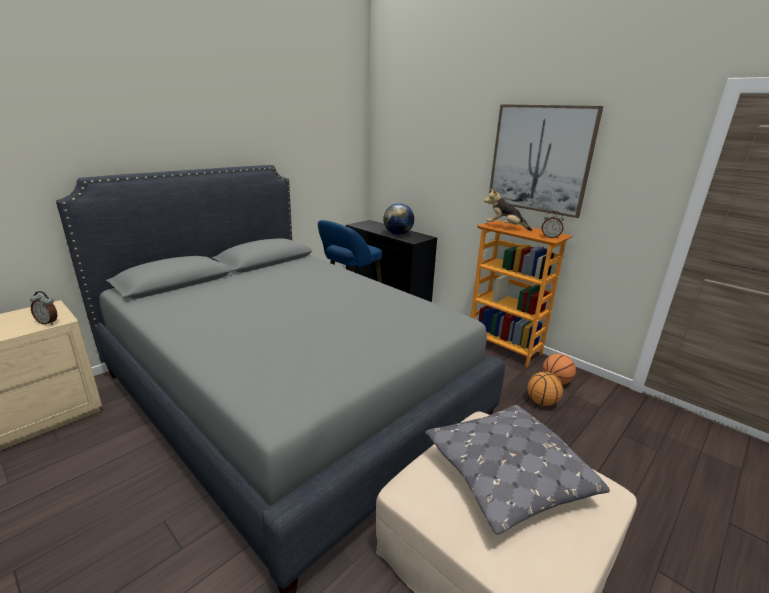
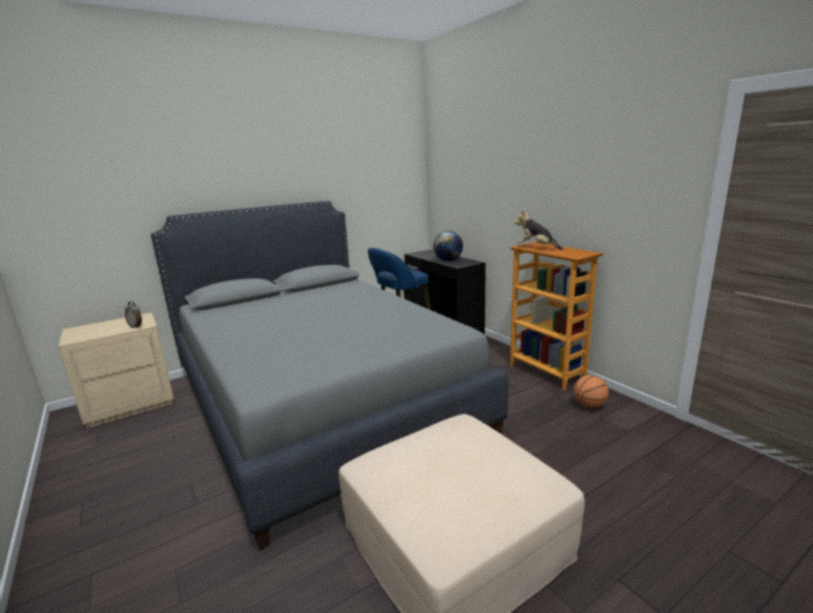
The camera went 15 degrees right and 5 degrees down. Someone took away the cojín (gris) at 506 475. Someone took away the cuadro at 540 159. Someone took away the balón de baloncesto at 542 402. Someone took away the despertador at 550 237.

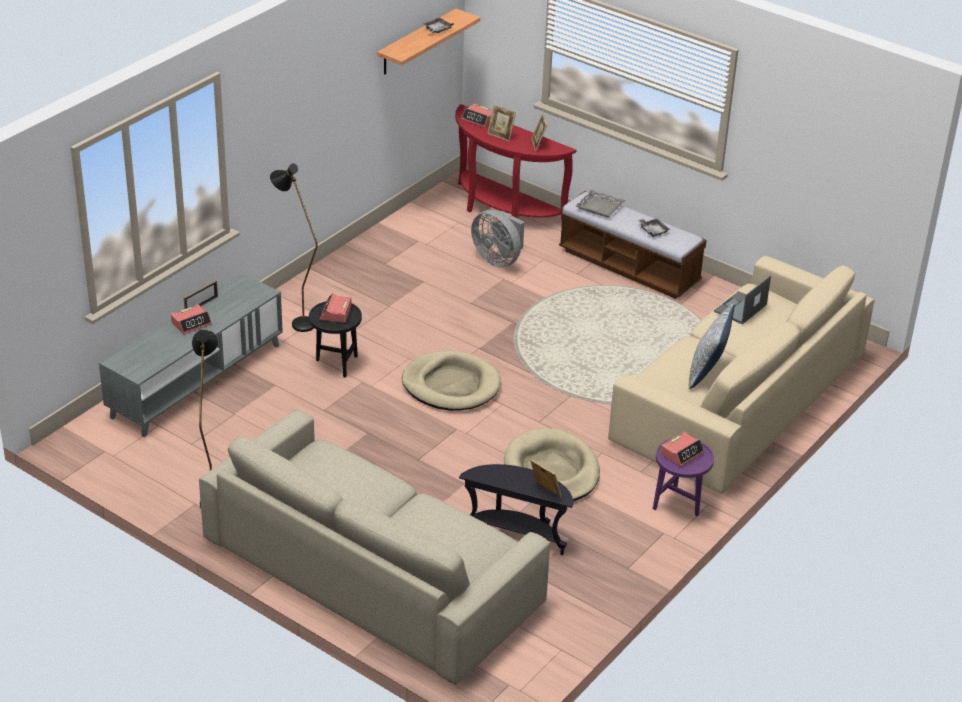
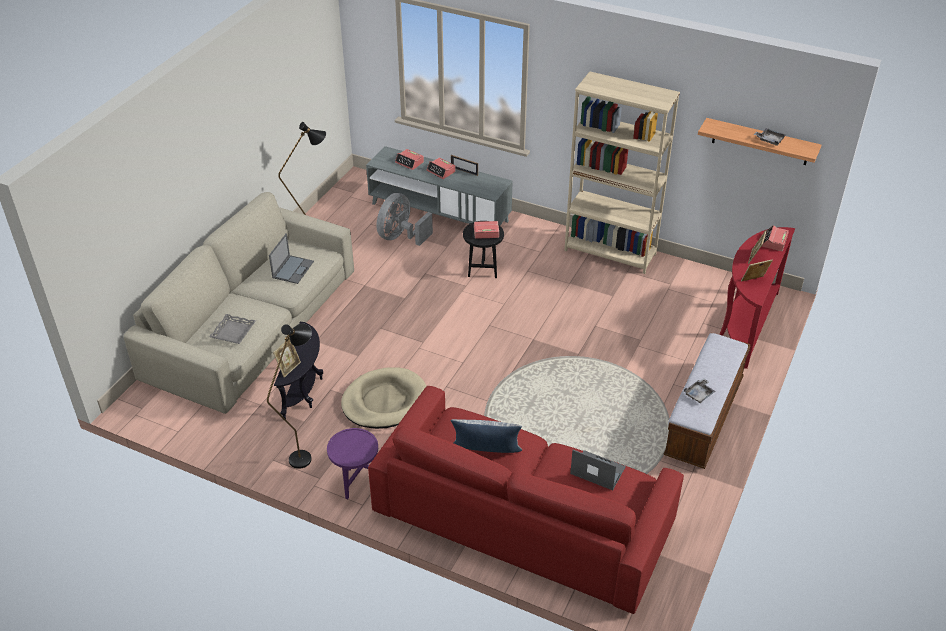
The camera went 80 degrees right and 5 degrees up. Someone took away the cama para perro (beis) at 451 385. Someone put down the portátil at 293 269. Someone put down the estantería (beis) at 610 252. Someone carried the lámpara de pie (negro) from 297 321 to 305 454. Someone carried the ventilador (gris) from 498 259 to 401 237. Someone carried the bandeja (gris) from 599 207 to 233 332. Someone carried the despertador from 682 453 to 409 162. Someone repainted the sofá (beis) at 738 398, which became the sofá (rojo) at 523 515.

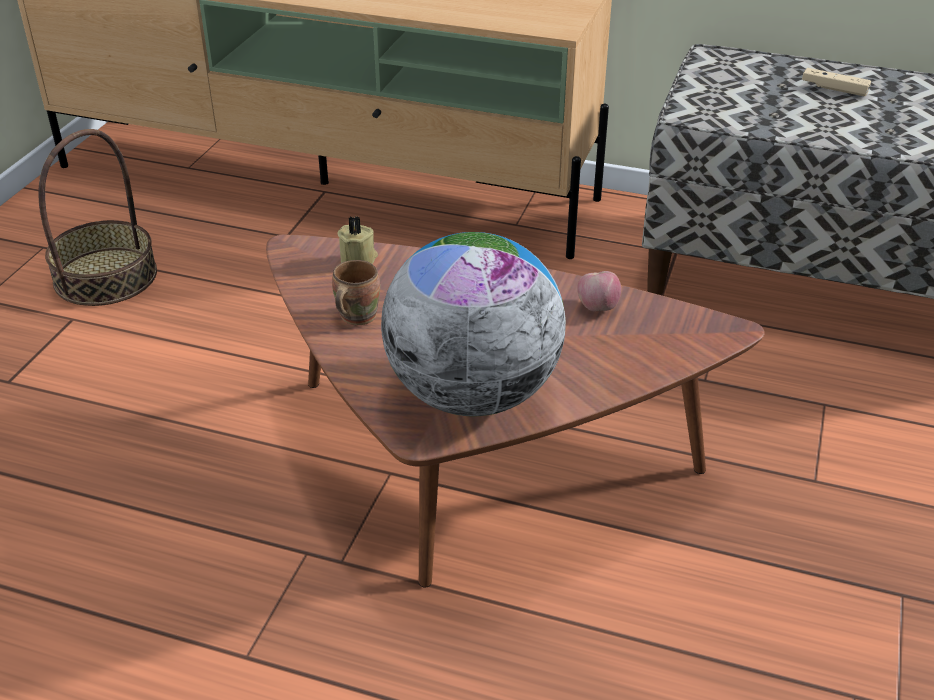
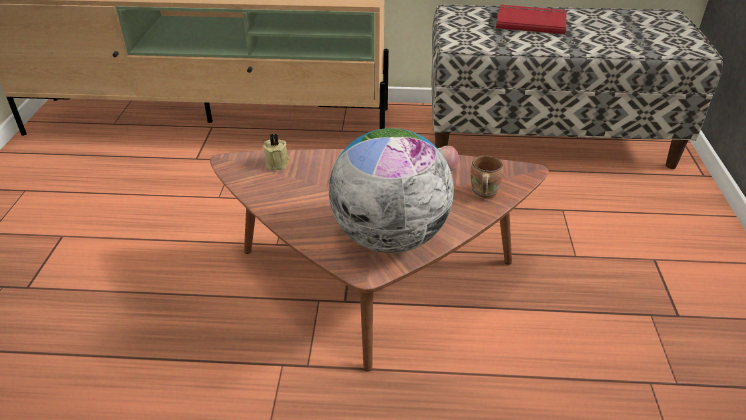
The camera went 15 degrees left and 0 degrees up. Someone took away the cesta at 105 276. Someone carried the taza grande (marrón) from 355 316 to 482 194. Someone swapped the mando de consola (beis) at 834 89 for the libro (rojo) at 530 22.

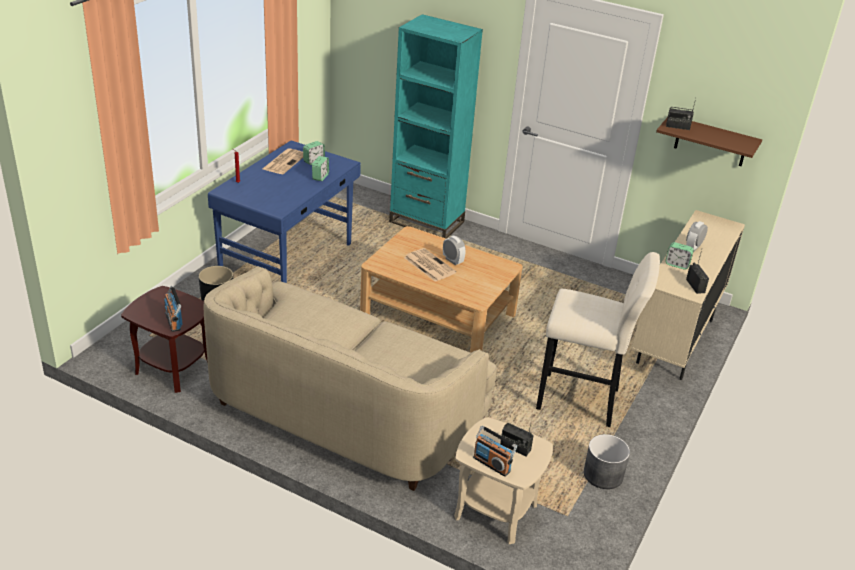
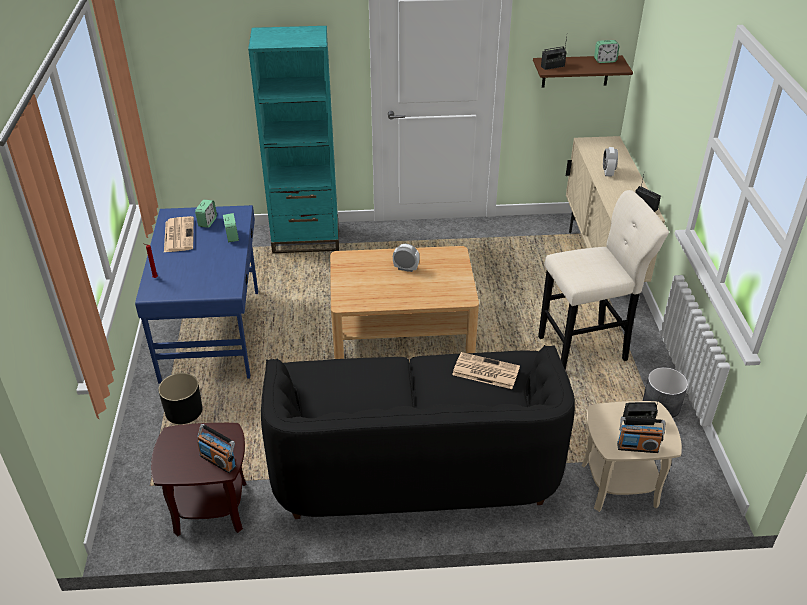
The camera went 30 degrees left and 5 degrees up. Someone carried the periódico from 429 265 to 484 371. Someone carried the despertador from 677 264 to 605 60. Someone repainted the sofá (beis) at 344 412, which became the sofá (negro) at 414 463.

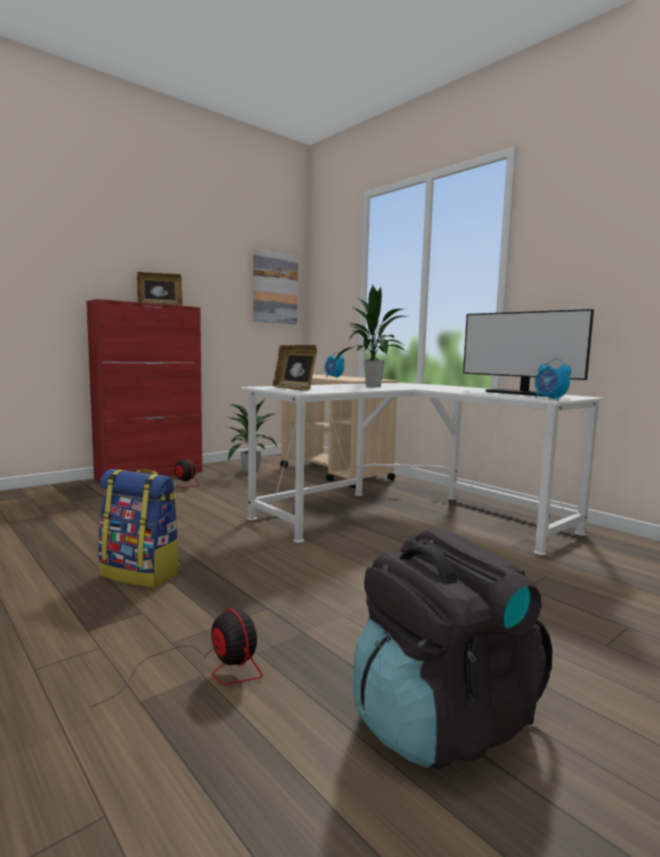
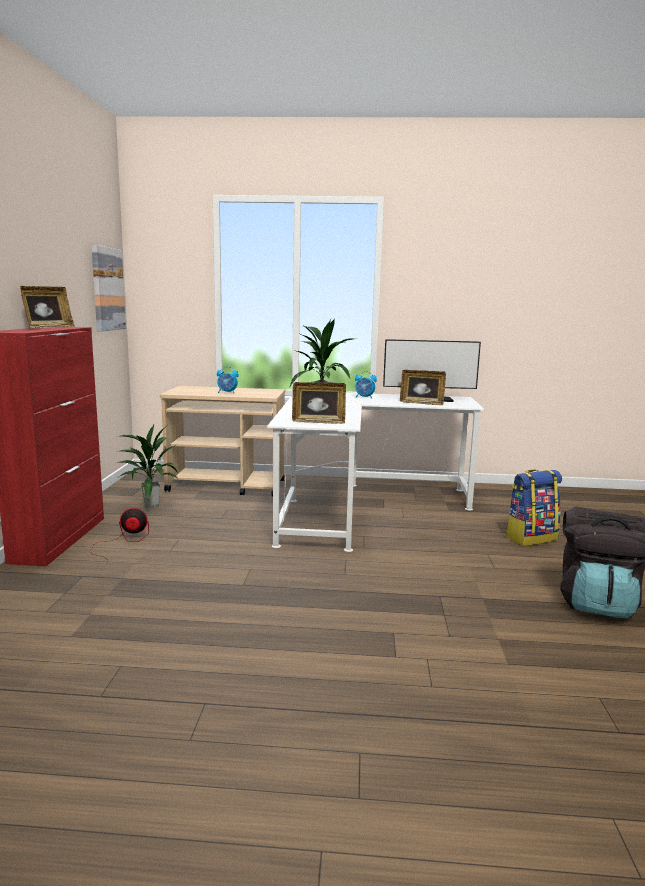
The camera went 45 degrees left and 5 degrees up. Someone took away the ventilador at 206 671. Someone put down the portarretratos at 421 403. Someone carried the mochila from 142 574 to 530 538. Someone carried the despertador from 550 399 to 364 397.

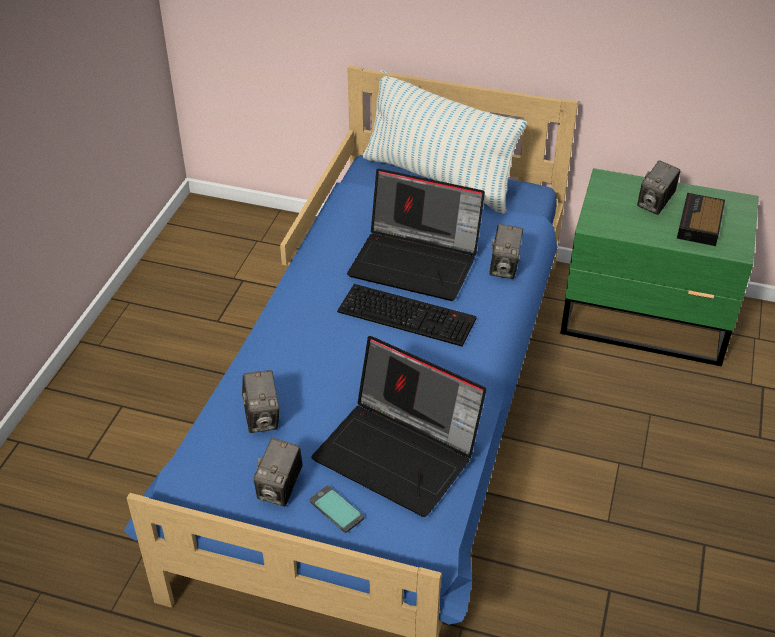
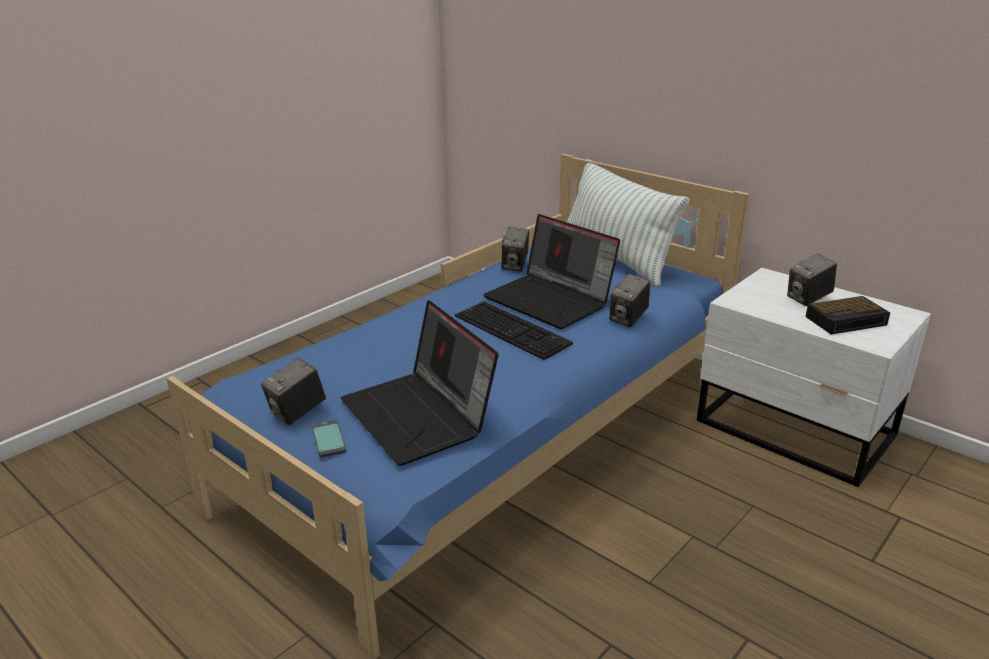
The camera went 25 degrees right and 15 degrees down. Someone carried the cámara from 262 418 to 515 266. Someone repainted the mesita de noche (verde) at 648 319, which became the mesita de noche (blanco) at 796 431. Someone rotated the despertador at 699 225 by 150 degrees counterclockwise.

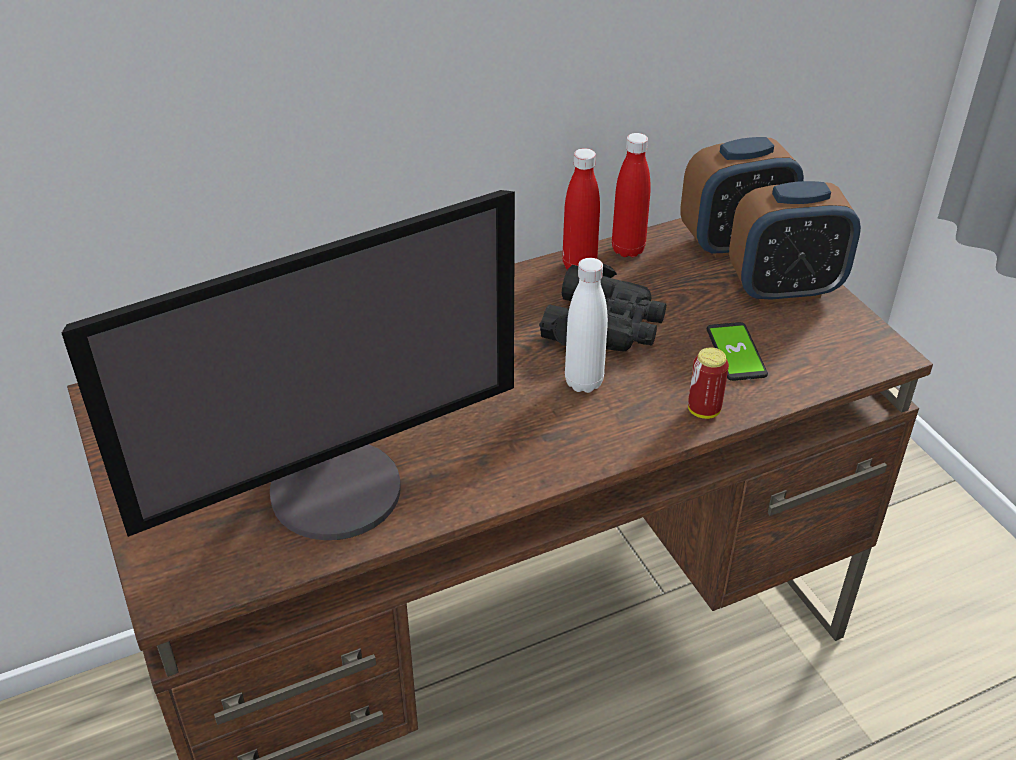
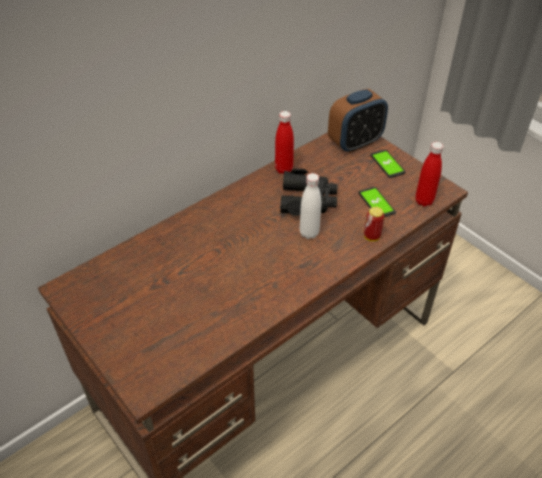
The camera went 15 degrees left and 5 degrees up. Someone took away the monitor at 336 487. Someone carried the botella (rojo) from 628 249 to 424 201. Someone swapped the despertador at 784 288 for the móvil at 387 164.

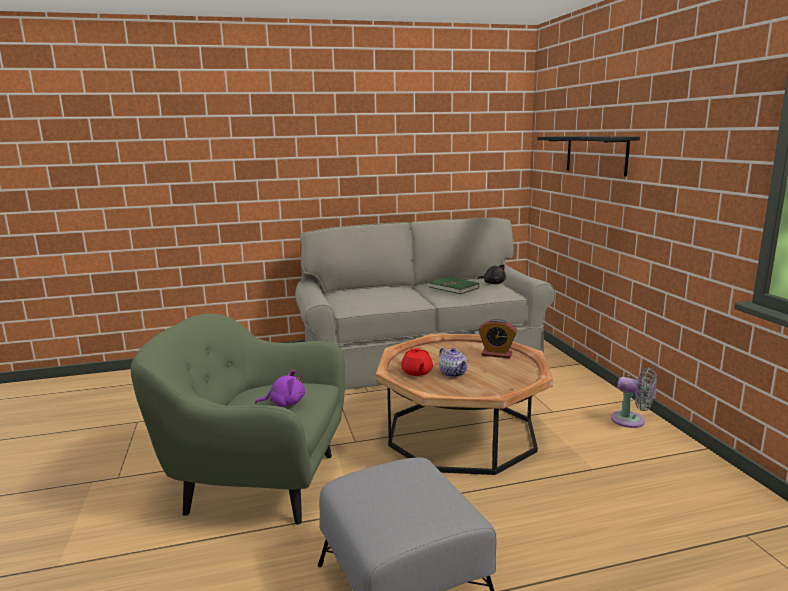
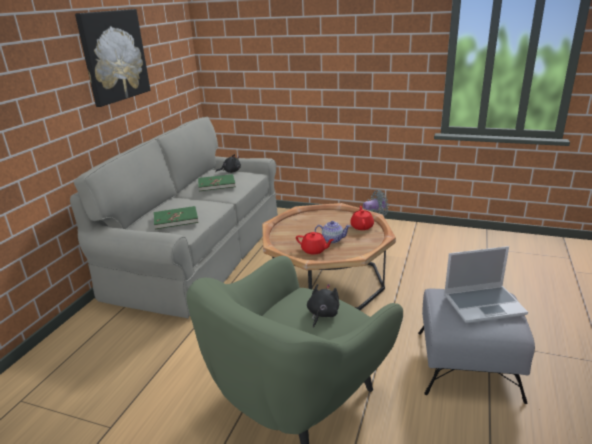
The camera went 55 degrees left and 10 degrees up. Someone took away the despertador at 496 354. Someone took away the estante (negro) at 596 154. Someone put up the cuadro at 114 56. Someone put down the libro (verde) at 176 219. Someone put down the tetera (rojo) at 362 226. Someone put down the portátil at 484 304. Someone repainted the peluche (morado) at 285 403, which became the peluche (negro) at 322 314.

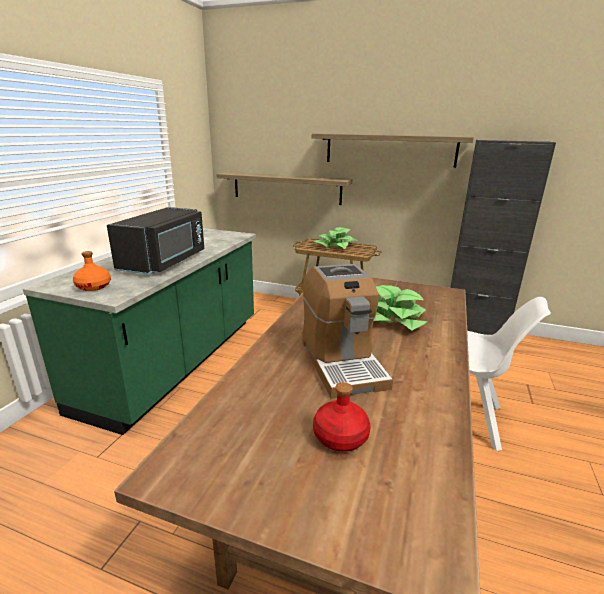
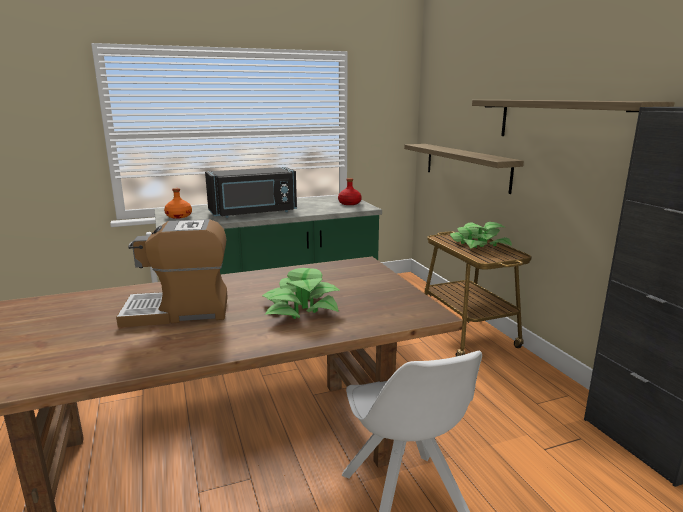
The camera went 50 degrees right and 5 degrees down. Someone carried the botella (rojo) from 340 437 to 349 203. Someone rotated the cafetera at 342 362 by 45 degrees clockwise.

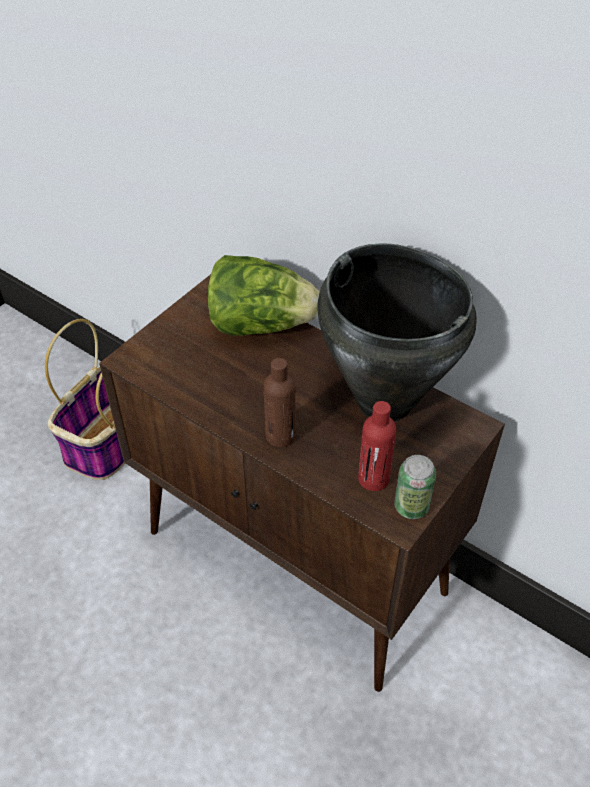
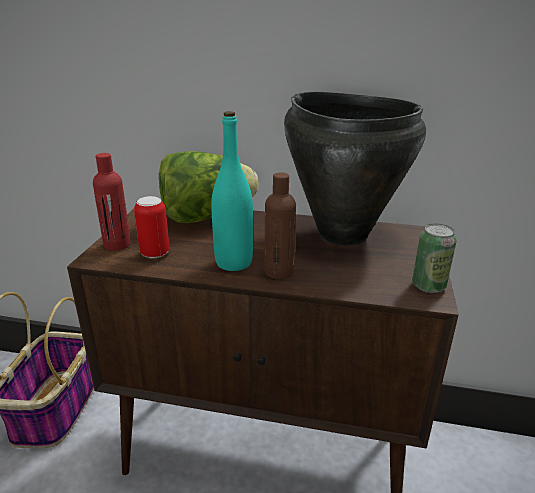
The camera went 25 degrees left and 20 degrees down. Someone put down the lata at 155 253. Someone put down the botella (turquesa) at 233 262. Someone carried the botella (rojo) from 373 479 to 117 244.

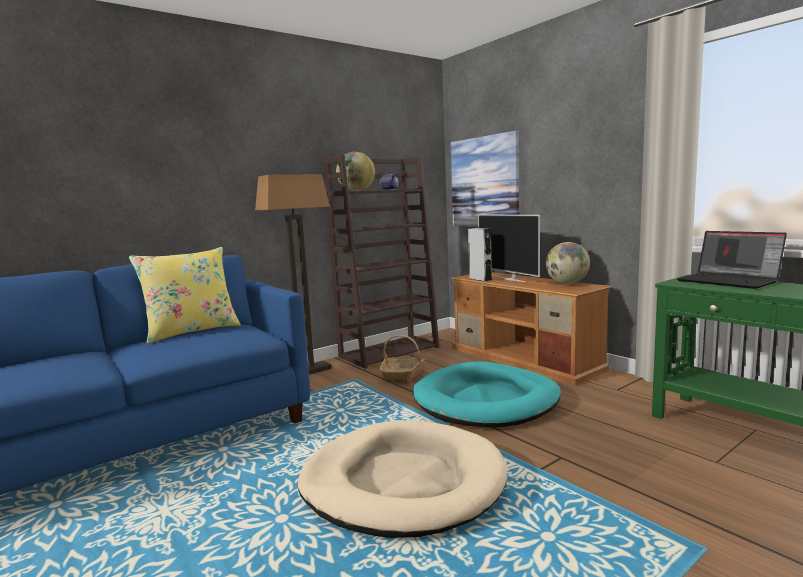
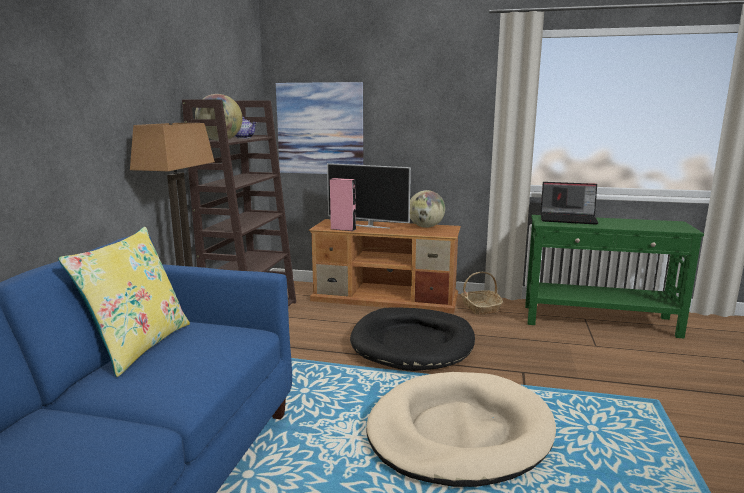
The camera went 40 degrees left and 5 degrees up. Someone carried the cesta from 403 375 to 480 308. Someone repainted the cama para perro (turquesa) at 486 400, which became the cama para perro (negro) at 413 343. Someone repainted the altavoz (gris) at 480 279, which became the altavoz (rosa) at 343 229.

